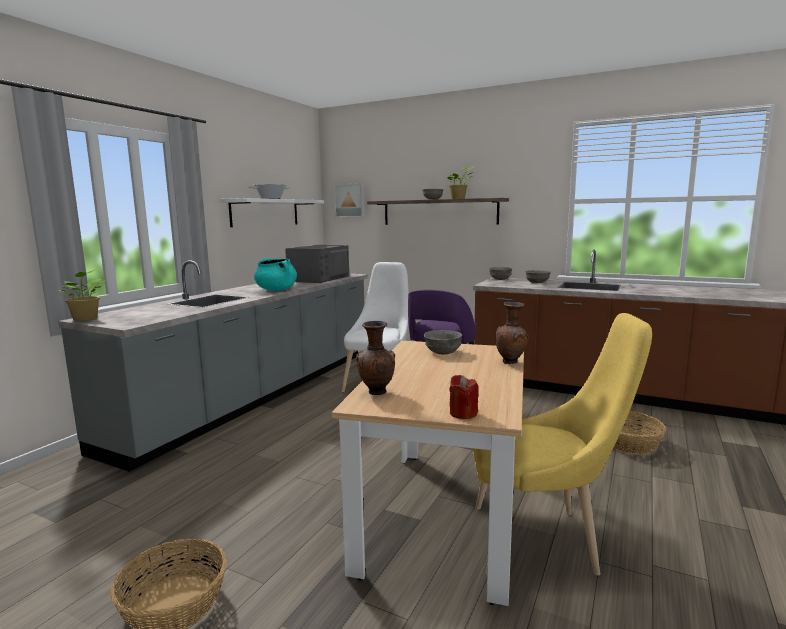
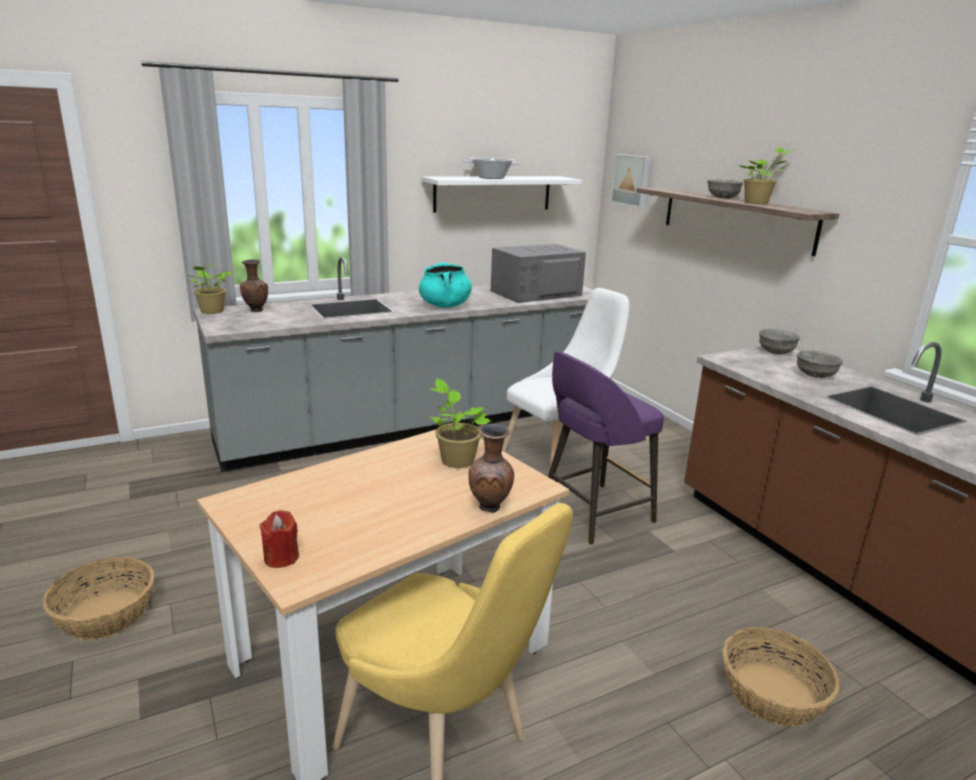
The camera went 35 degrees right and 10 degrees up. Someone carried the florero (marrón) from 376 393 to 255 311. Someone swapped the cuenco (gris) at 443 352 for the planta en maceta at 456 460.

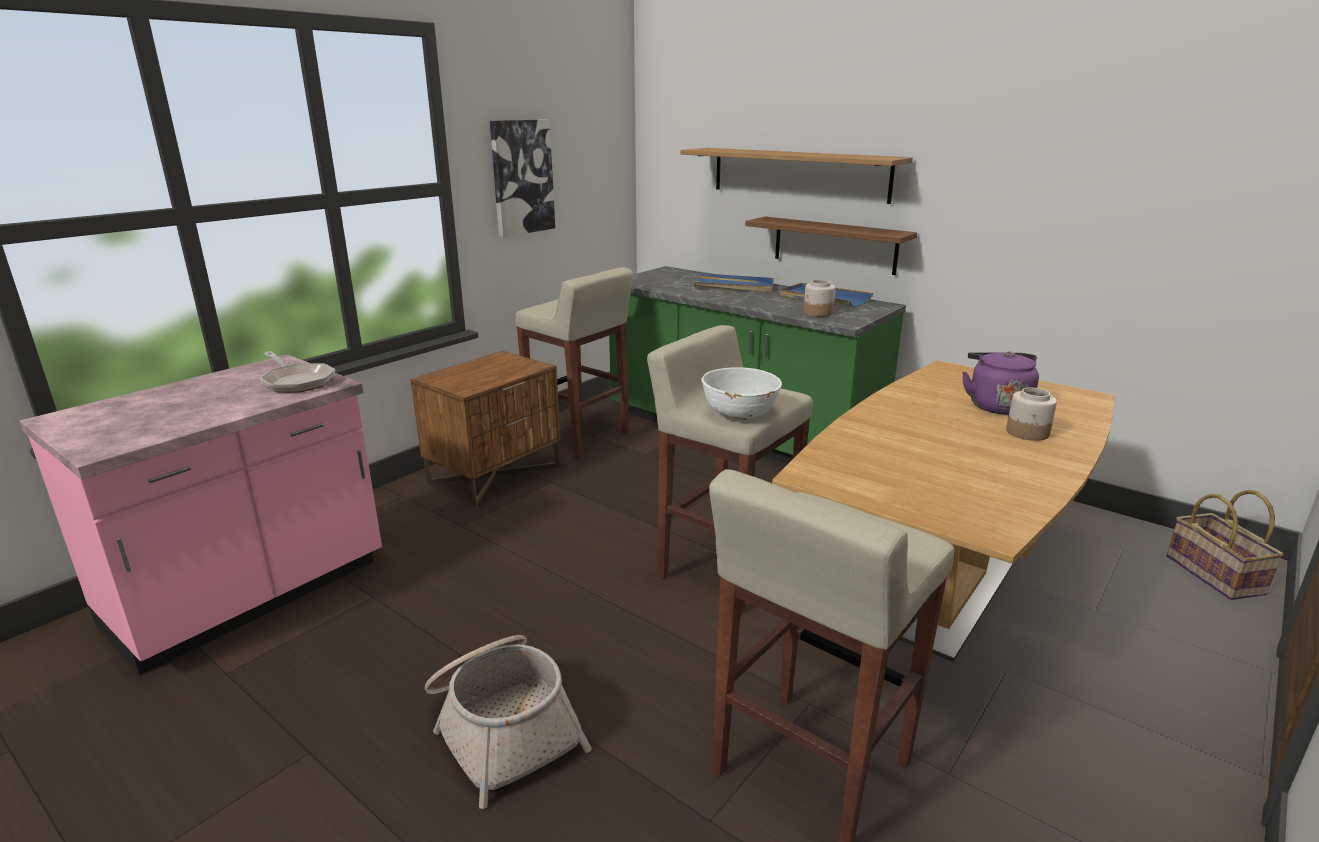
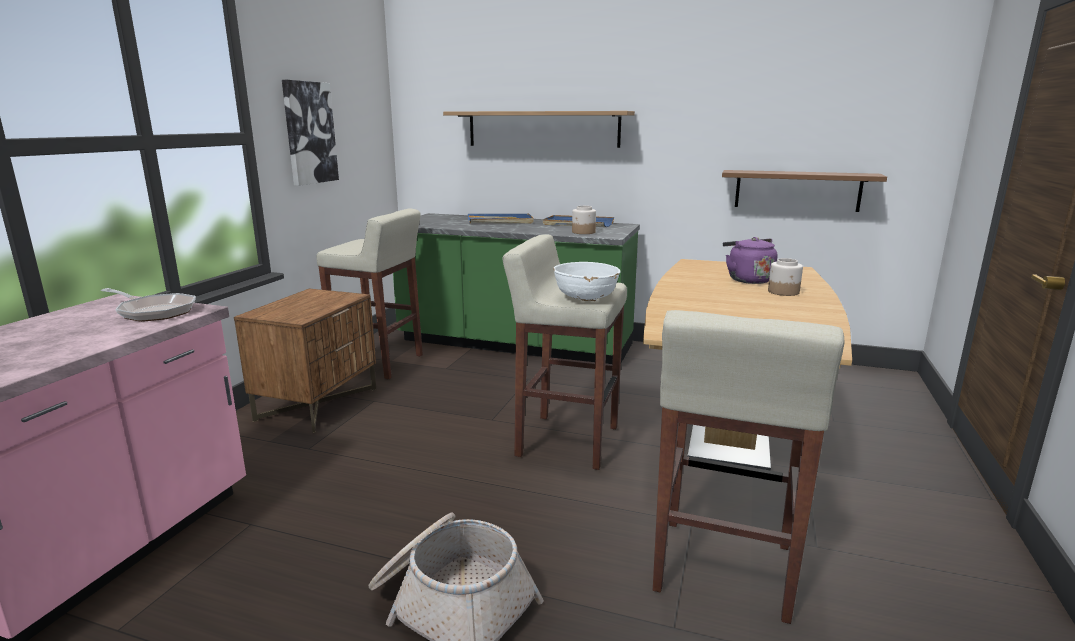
The camera went 20 degrees left and 5 degrees down. Someone took away the cesta at 1215 575. Someone carried the estante (marrón) from 834 245 to 797 190.

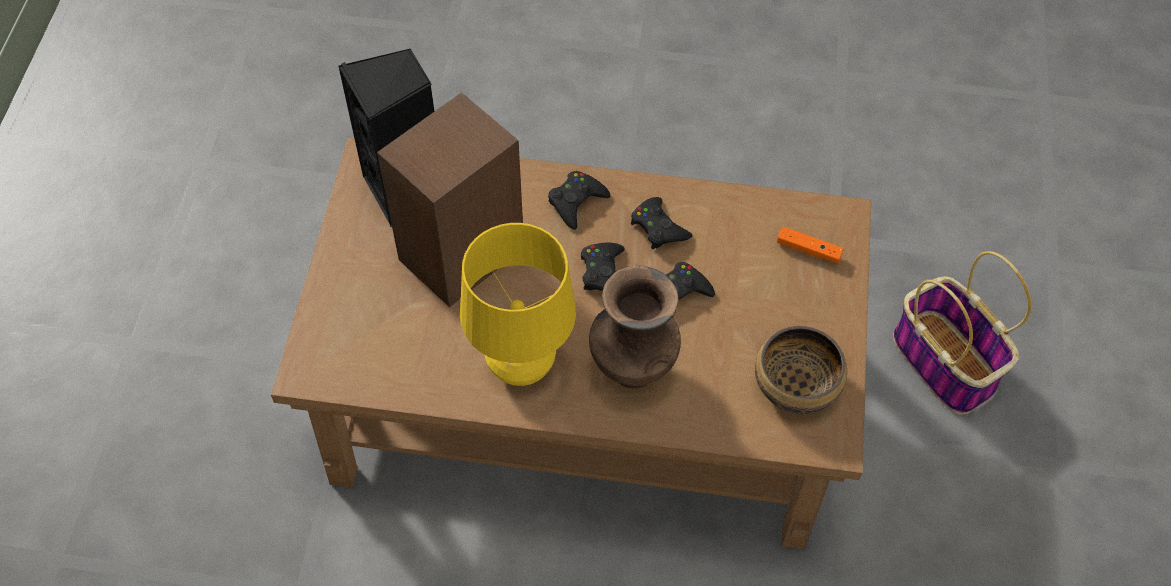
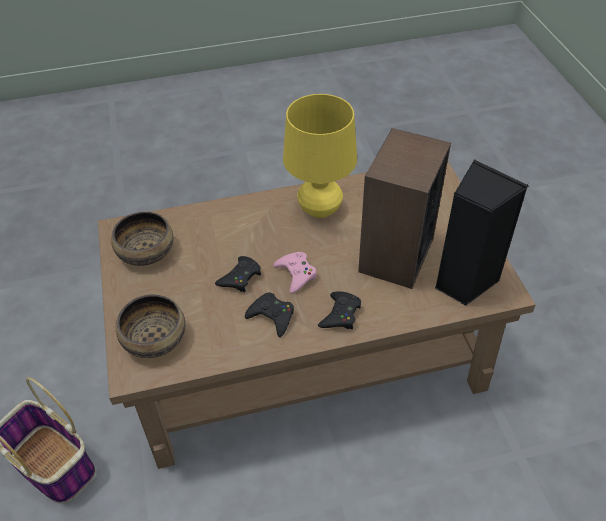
The camera went 160 degrees right and 10 degrees down. Someone took away the florero (marrón) at 631 368. Someone swapped the mando de consola (naranja) at 808 250 for the cuenco at 154 338. Someone repainted the mando de consola (negro) at 604 273, which became the mando de consola (rosa) at 296 274.

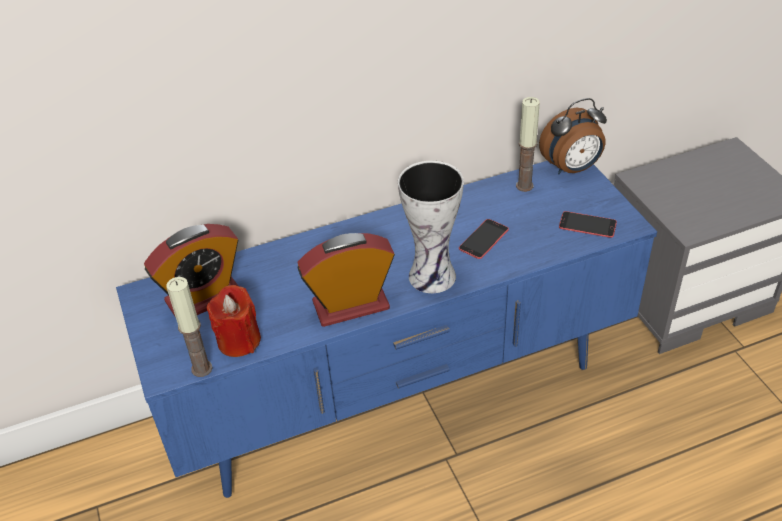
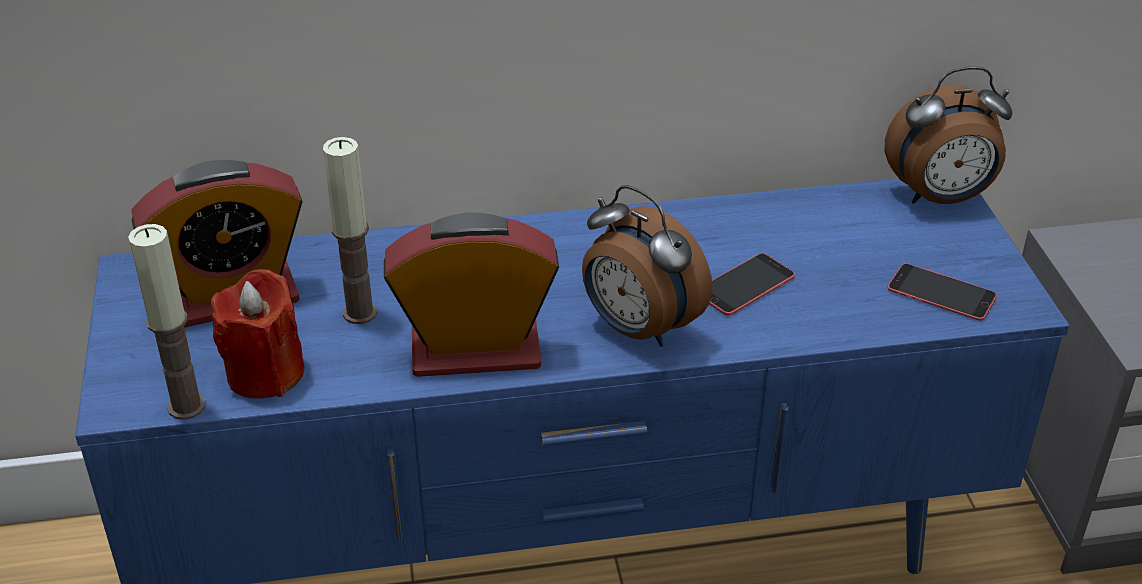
The camera went 10 degrees right and 5 degrees down. Someone carried the vela from 524 186 to 360 312. Someone swapped the florero at 434 275 for the despertador at 638 329.

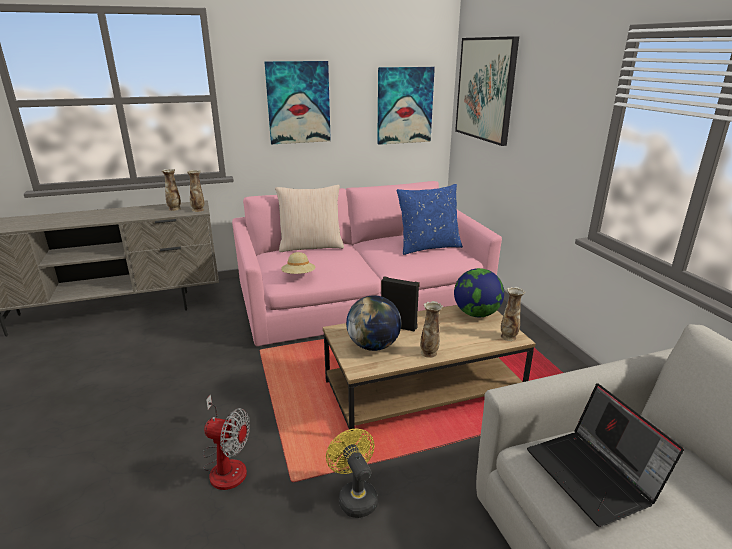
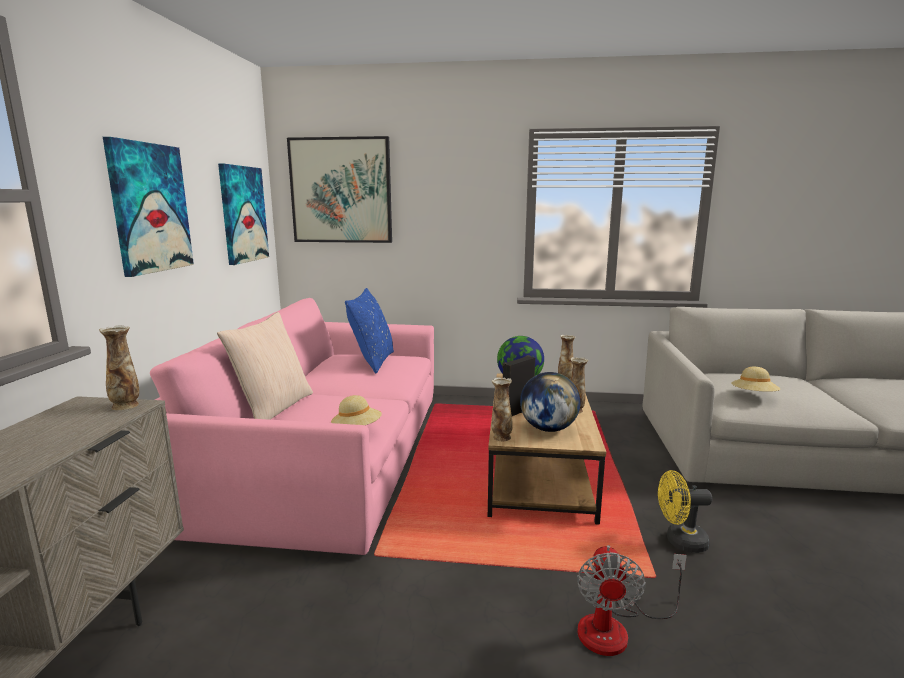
The camera went 65 degrees left and 10 degrees down. Someone carried the florero from 174 209 to 501 437. Someone swapped the portátil at 594 476 for the sombrero (beis) at 753 396. Someone rotated the ventilador at 226 465 by 150 degrees clockwise.

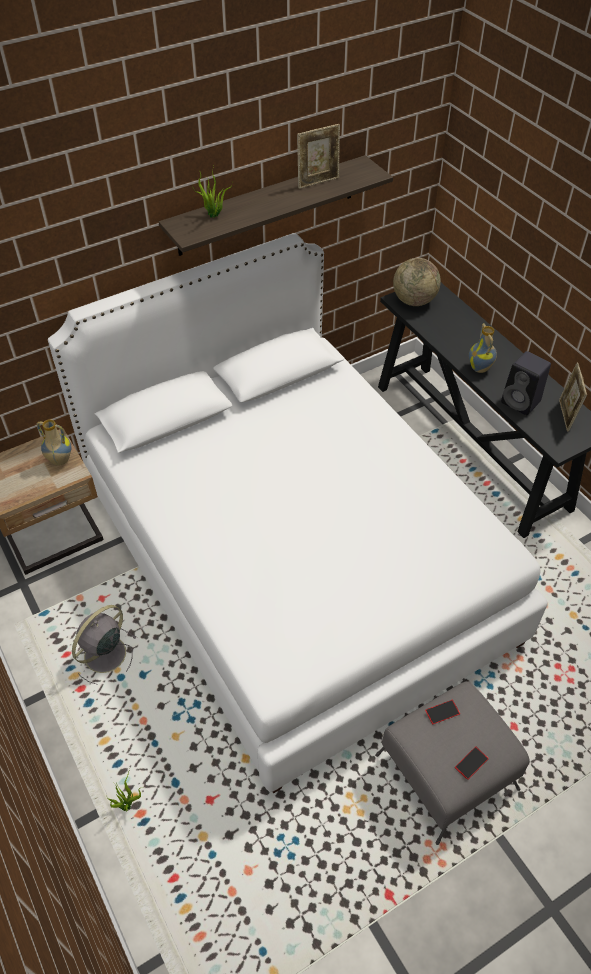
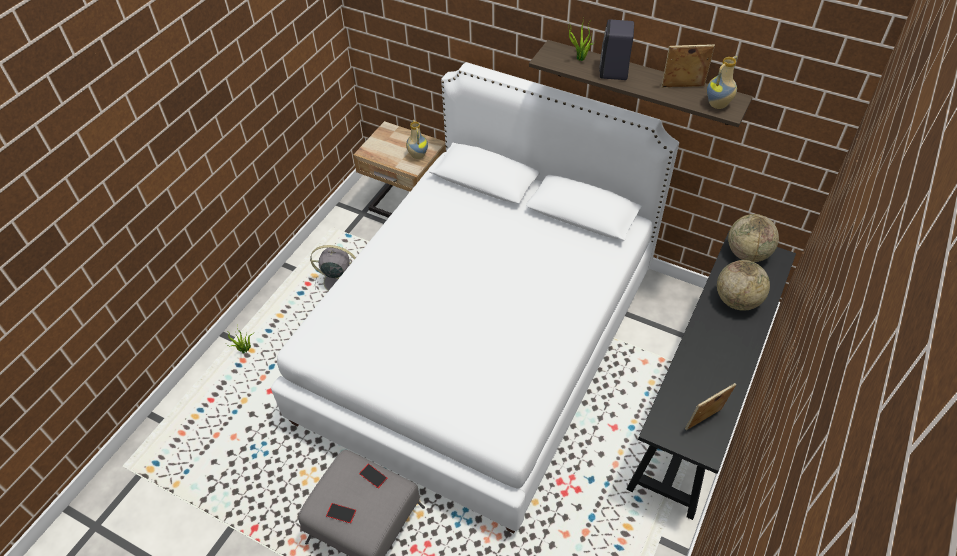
The camera went 60 degrees right and 0 degrees up. Someone put down the globo terráqueo at 737 300. Someone carried the florero from 480 368 to 718 105. Someone carried the altavoz (negro) from 522 402 to 614 72. Someone rotated the portarretratos at 318 182 by 150 degrees clockwise.

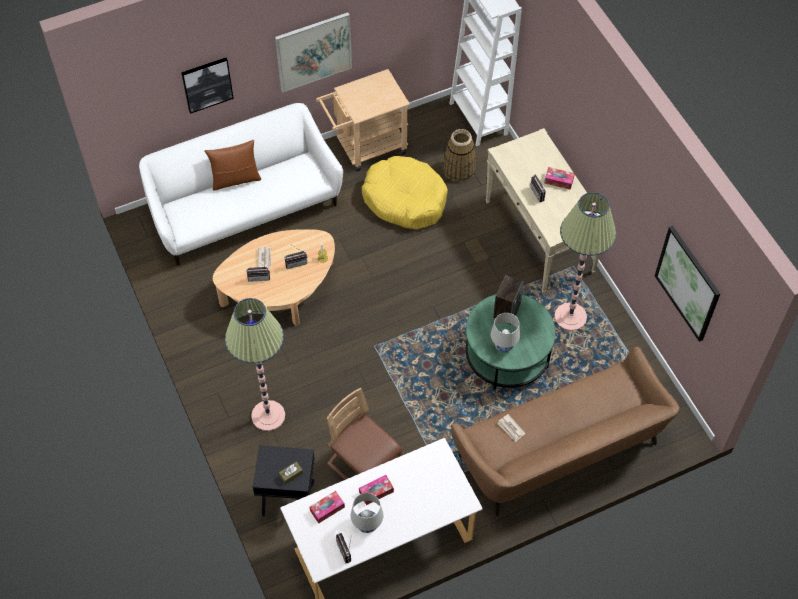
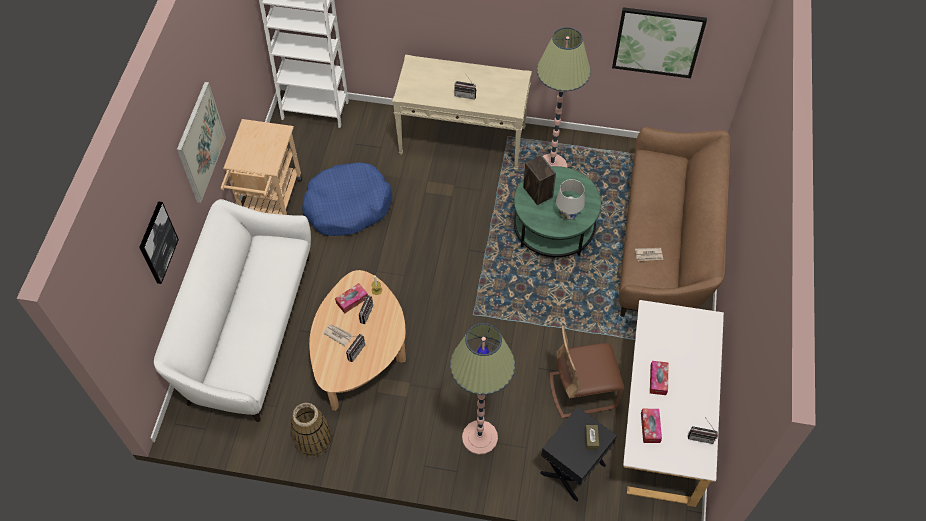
The camera went 55 degrees left and 0 degrees up. Someone took away the cojín (marrón) at 235 179. Someone took away the lámpara de mesa (blanco) at 367 524. Someone carried the cesta from 459 169 to 313 438. Someone carried the caja de pañuelos from 558 181 to 352 300. Someone repainted the cama para perro (amarillo) at 405 199, which became the cama para perro (azul) at 347 206.

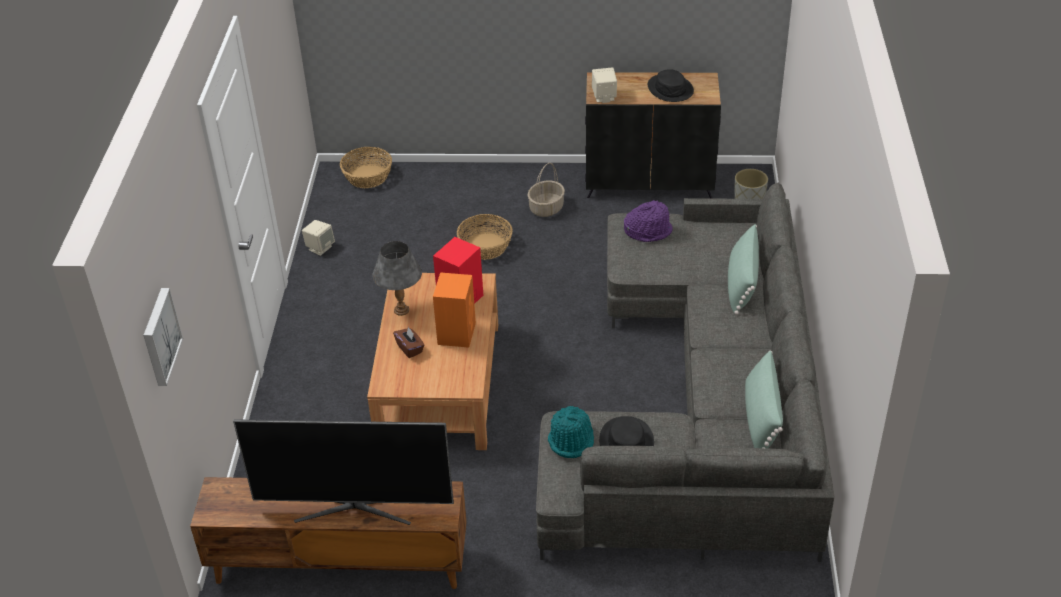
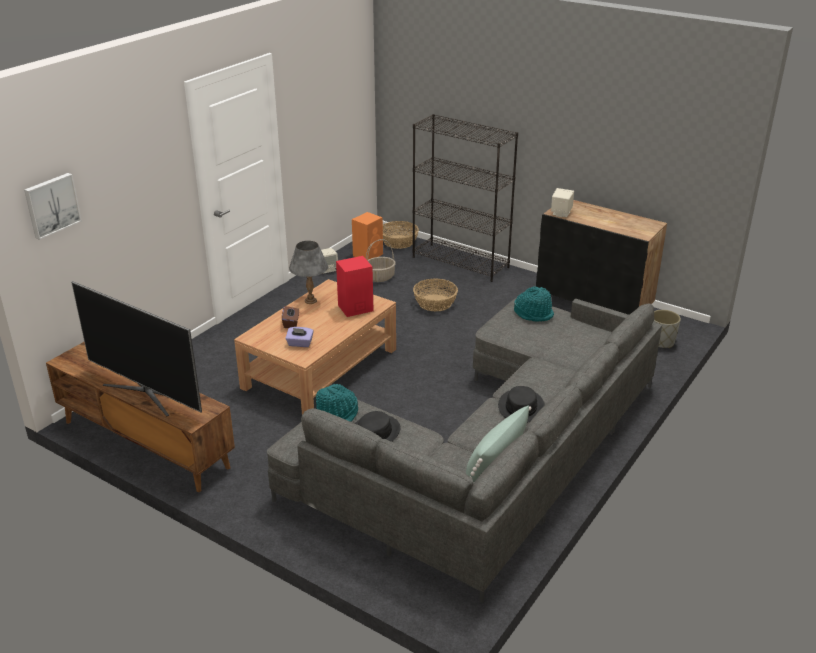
The camera went 30 degrees right and 10 degrees down. Someone took away the cojín (verde) at 741 283. Someone put down the caja de pañuelos (morado) at 300 344. Someone put down the estantería (negro) at 461 262. Someone carried the altavoz (naranja) from 457 333 to 368 254. Someone carried the cesta from 546 208 to 379 277. Someone carried the sombrero (negro) from 670 89 to 521 407. Someone repainted the sombrero (morado) at 648 231, which became the sombrero (turquesa) at 534 313.

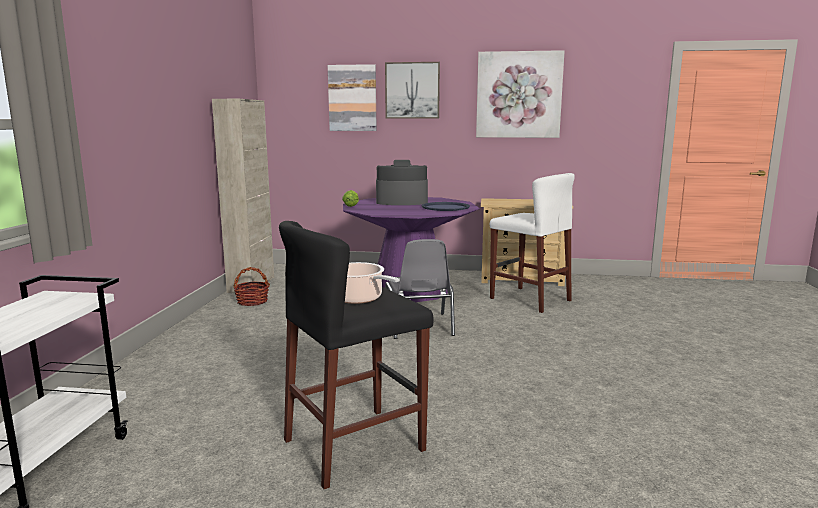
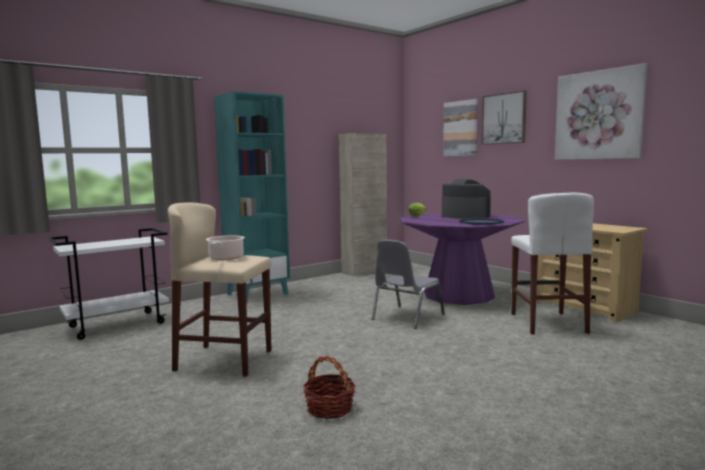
The camera went 45 degrees right and 5 degrees down. Someone put down the estantería (turquesa) at 257 294. Someone carried the cesta from 252 301 to 329 408. Someone repainted the taburete (negro) at 354 445, which became the taburete (beis) at 224 360.

